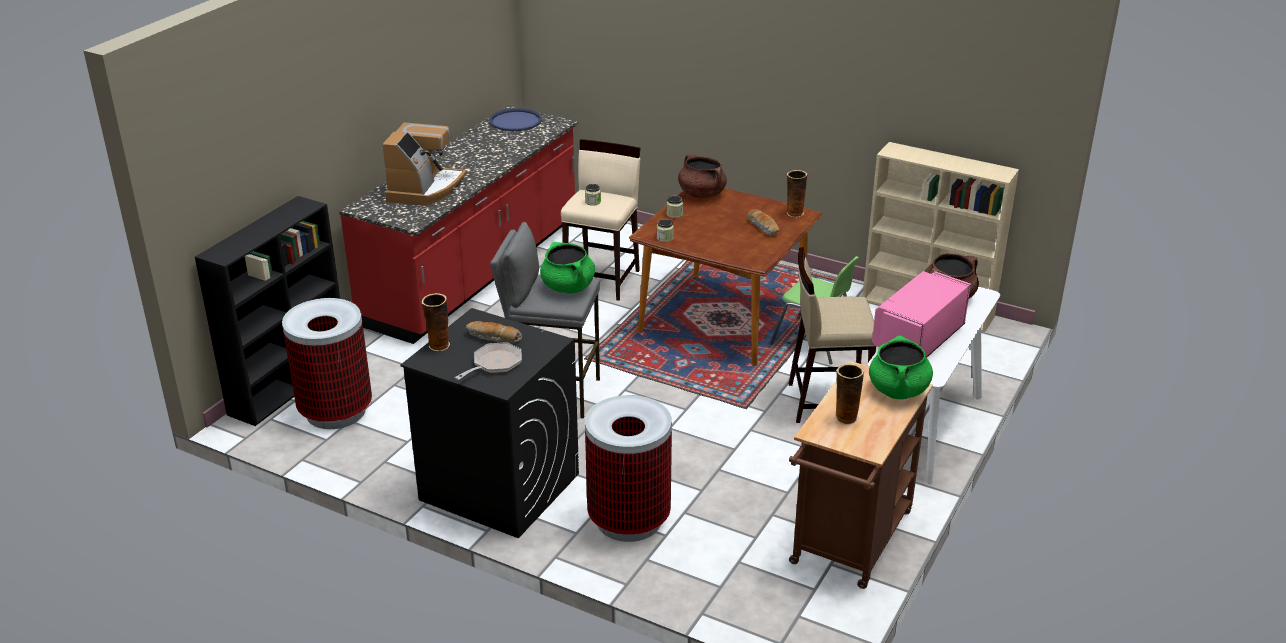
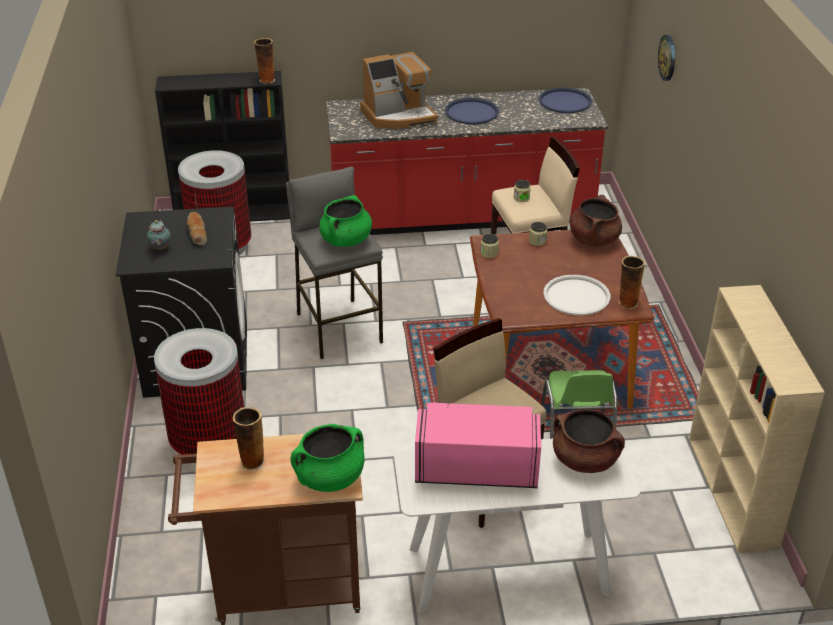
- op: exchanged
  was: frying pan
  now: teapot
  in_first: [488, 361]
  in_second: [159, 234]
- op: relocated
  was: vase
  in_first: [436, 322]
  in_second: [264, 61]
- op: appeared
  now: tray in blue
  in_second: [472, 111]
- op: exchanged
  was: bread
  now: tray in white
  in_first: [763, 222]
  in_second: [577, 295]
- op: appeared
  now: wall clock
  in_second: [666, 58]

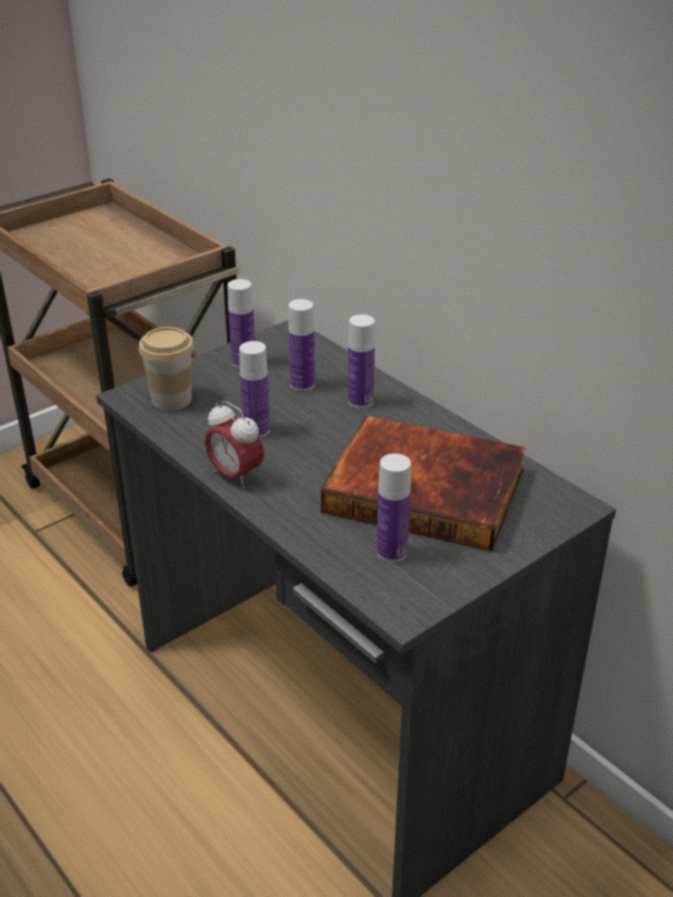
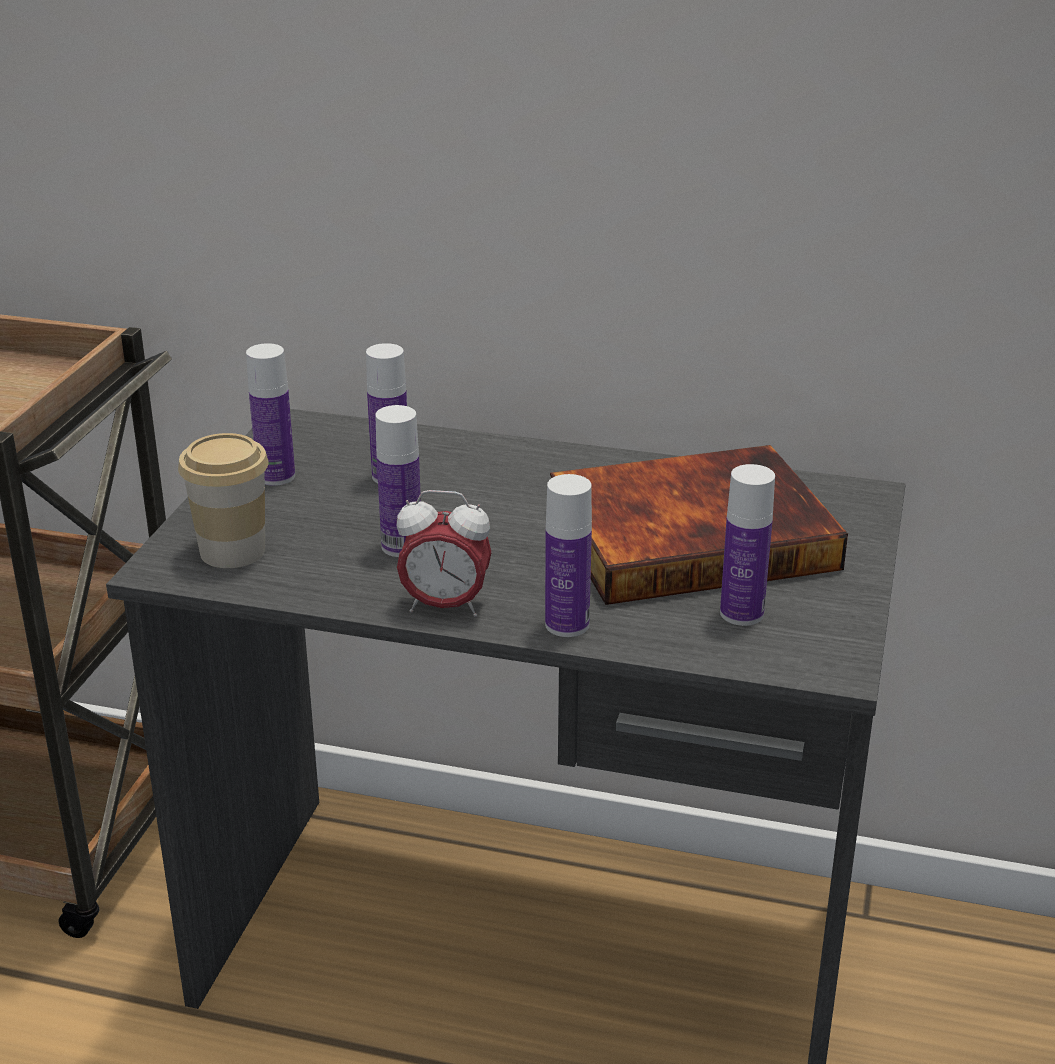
- op: relocated
  was: bottle
  in_first: [361, 361]
  in_second: [568, 555]

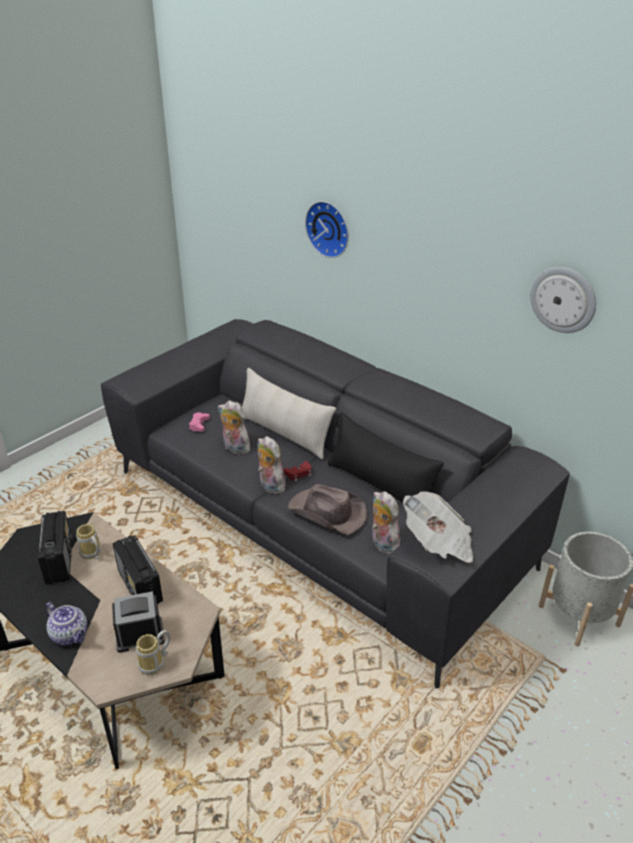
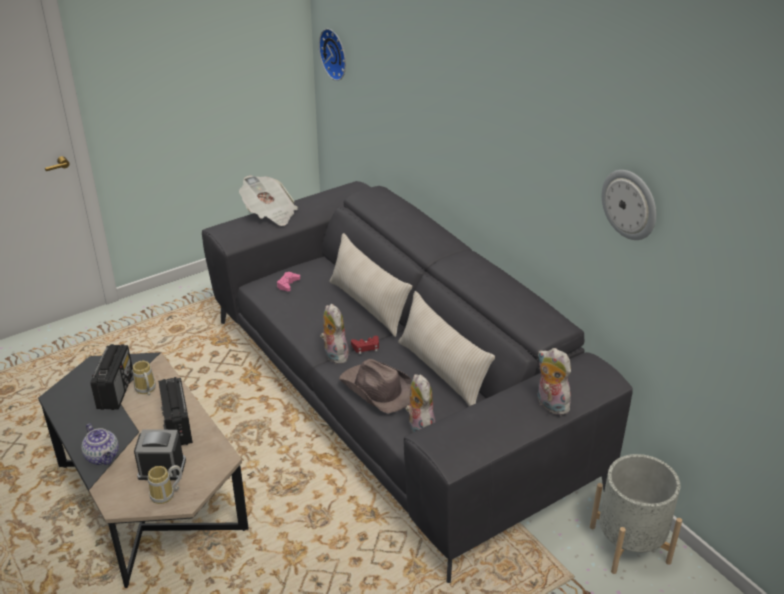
- op: relocated
  was: newspaper
  in_first: [438, 527]
  in_second: [268, 200]
- op: relocated
  was: wall clock
  in_first: [327, 229]
  in_second: [332, 55]
- op: colour
  was: pillow in black
  now: pillow in beige
  in_first: [385, 457]
  in_second: [446, 348]
- op: relocated
  was: plush toy
  in_first: [234, 427]
  in_second: [554, 381]

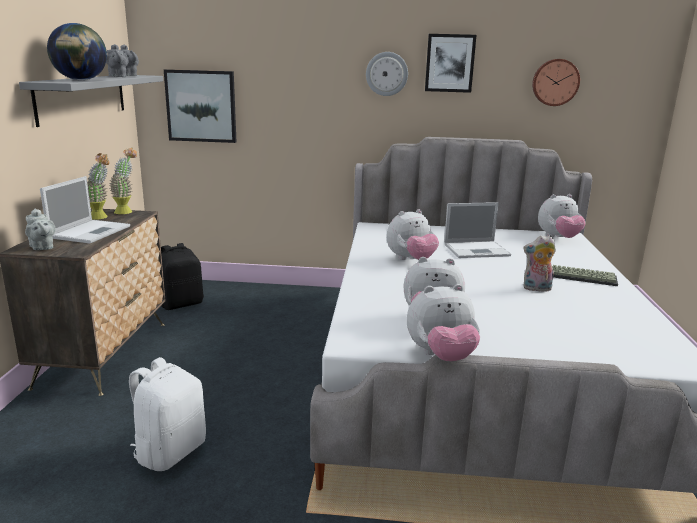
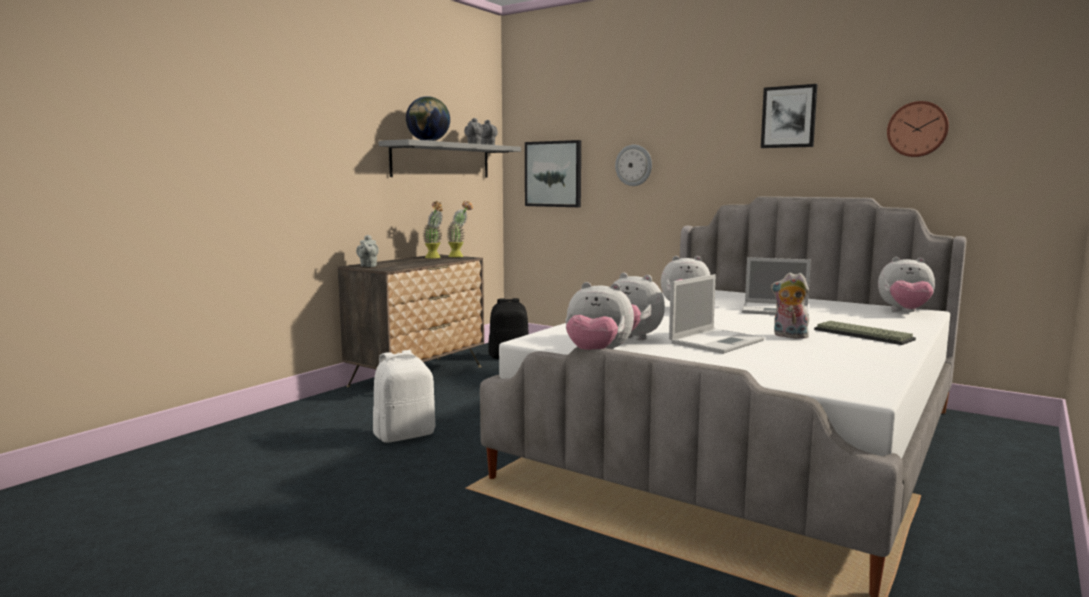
- op: relocated
  was: wall clock
  in_first: [387, 74]
  in_second: [633, 165]
- op: relocated
  was: laptop
  in_first: [85, 209]
  in_second: [716, 314]

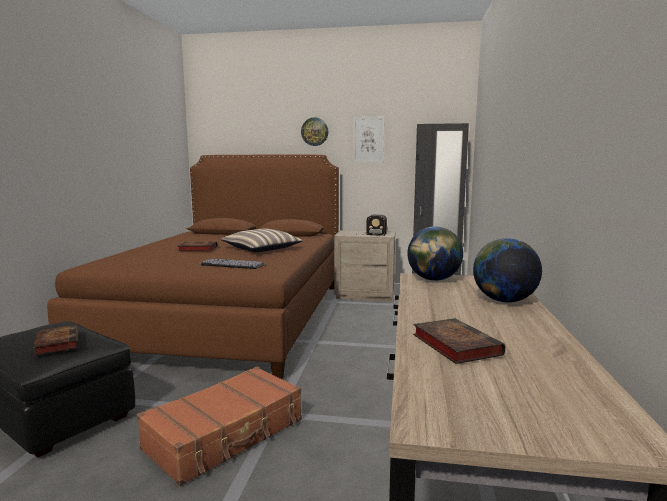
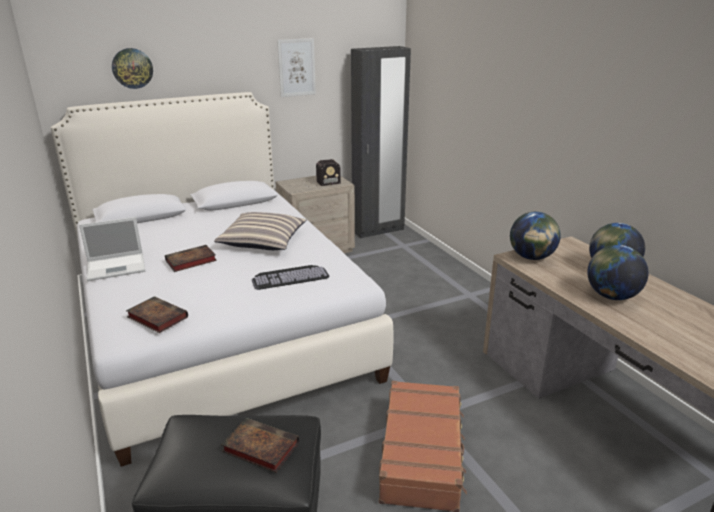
- op: colour
  was: bed in brown
  now: bed in white
  in_first: [193, 267]
  in_second: [222, 279]
- op: appeared
  now: laptop
  in_second: [112, 249]
- op: relocated
  was: wall clock
  in_first: [314, 131]
  in_second: [132, 68]
- op: relocated
  was: book
  in_first: [459, 341]
  in_second: [157, 314]
- op: appeared
  now: globe
  in_second: [618, 272]

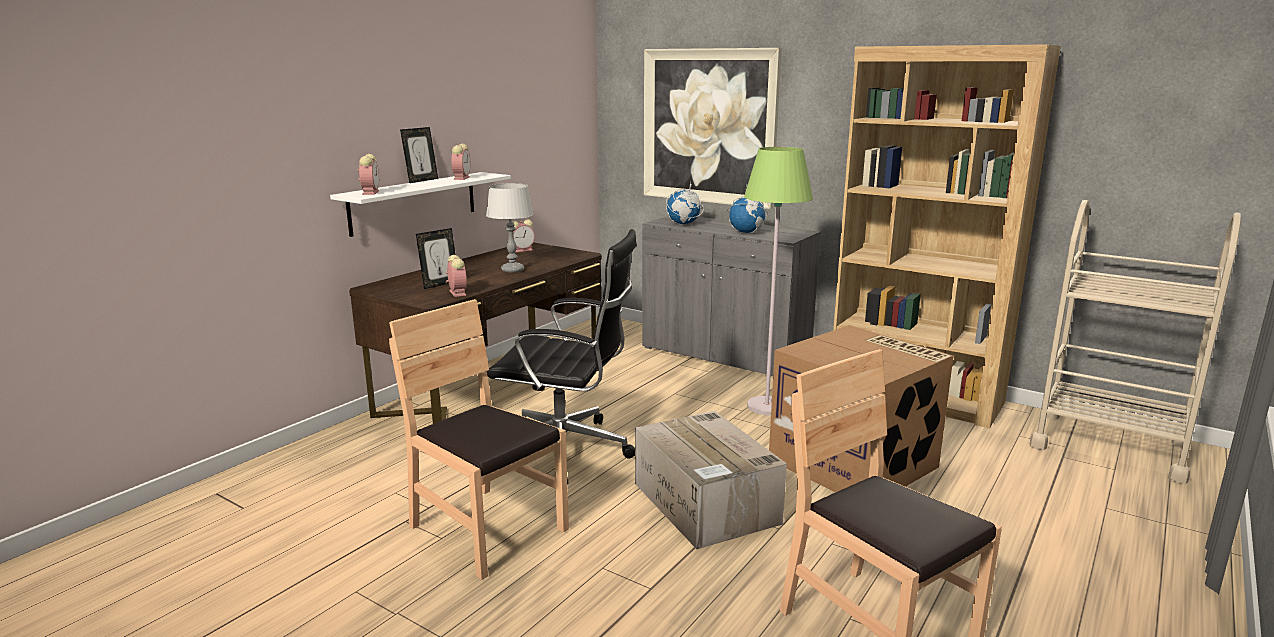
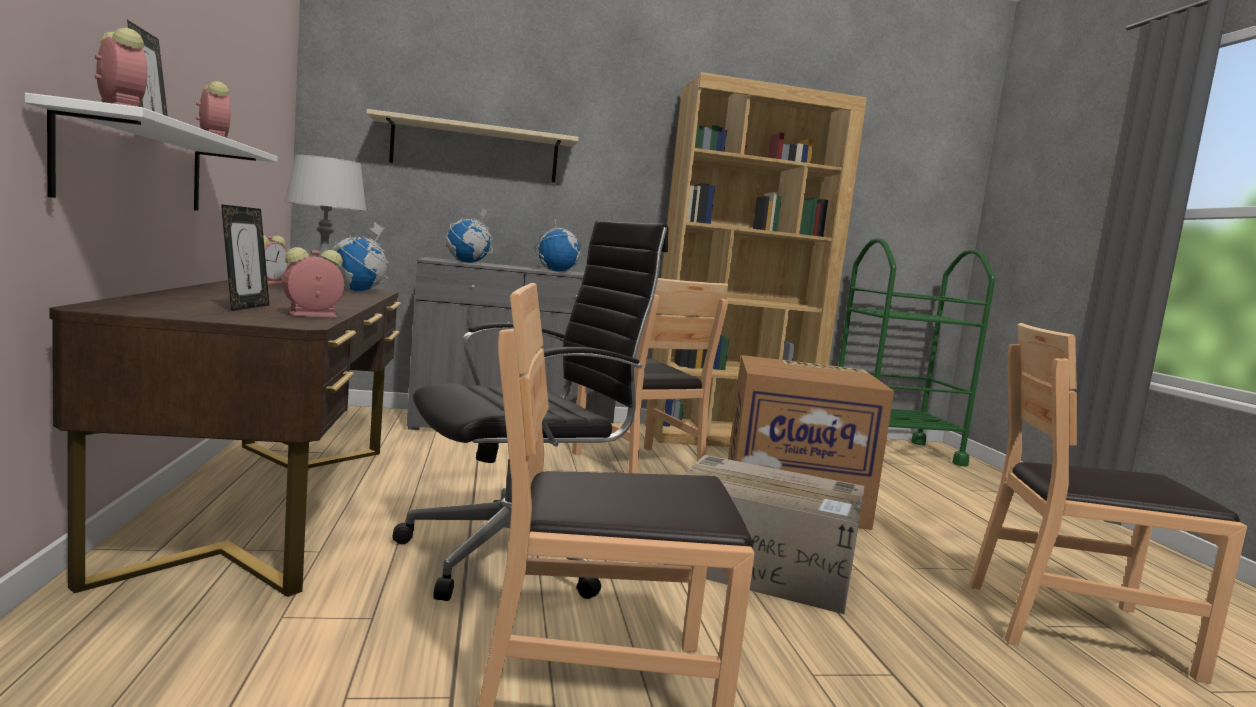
- op: spun
  was: alarm clock
  in_first: [456, 276]
  in_second: [313, 282]
  clockwise: -60
- op: appeared
  now: globe
  in_second: [360, 256]
- op: exchanged
  was: picture
  now: shelf in beige
  in_first: [713, 128]
  in_second: [473, 146]
- op: exchanged
  was: floor lamp in green
  now: chair in brown
  in_first: [778, 281]
  in_second: [650, 375]
- op: colour
  was: cart in beige
  now: cart in green
  in_first: [1135, 342]
  in_second: [916, 352]

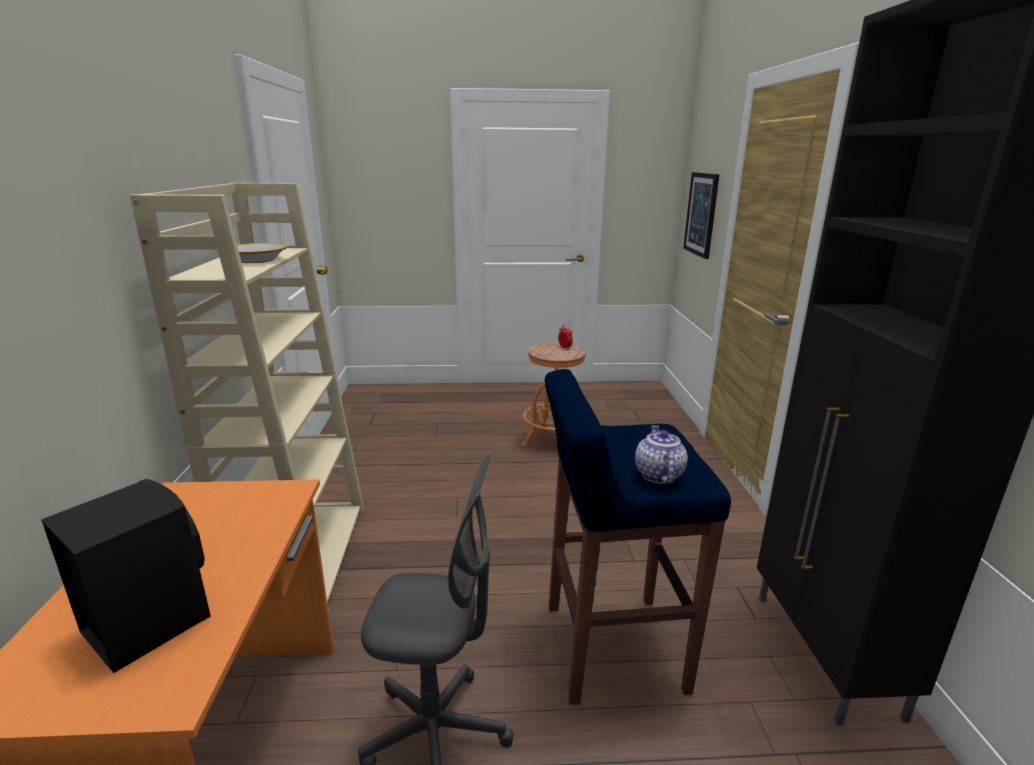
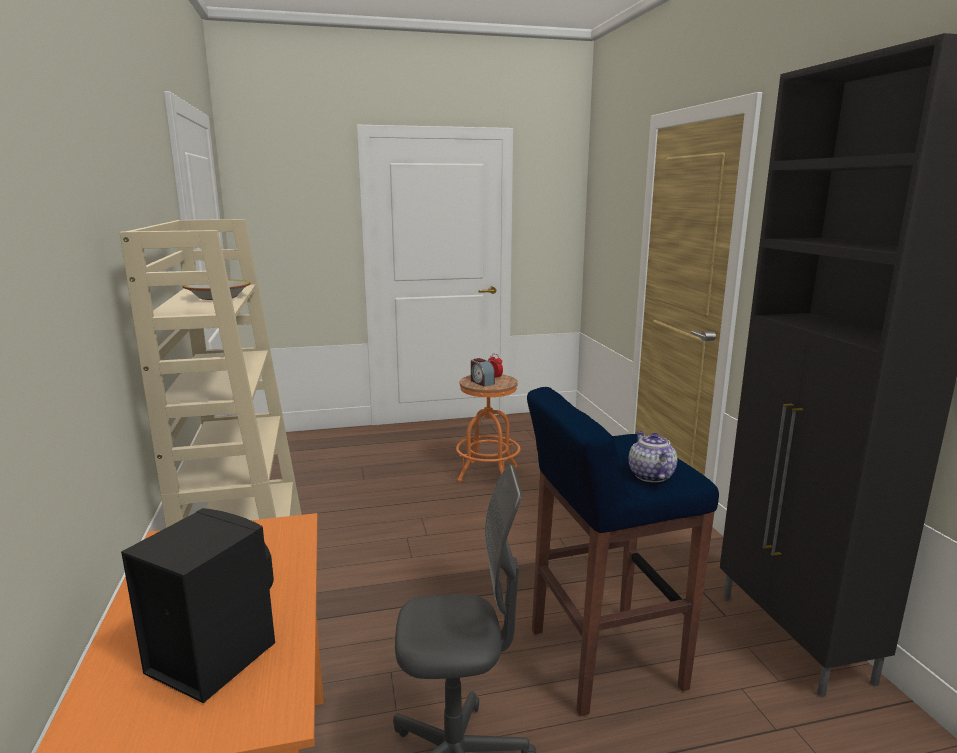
- op: appeared
  now: alarm clock
  in_second: [483, 372]
- op: missing
  was: picture
  in_first: [701, 215]

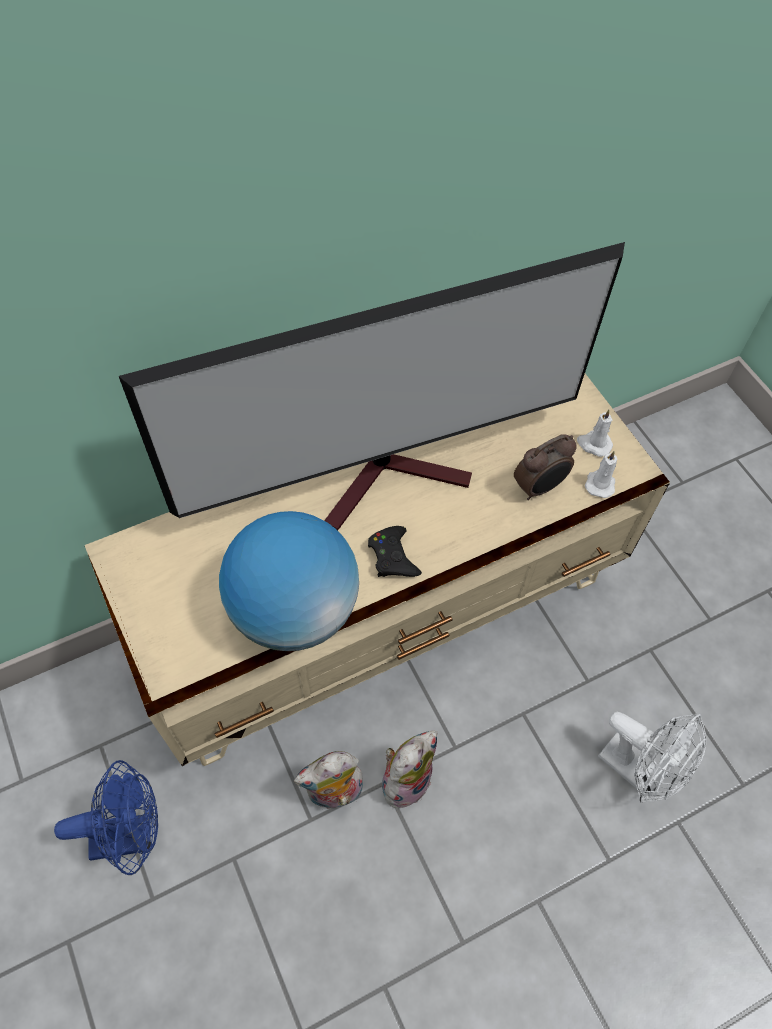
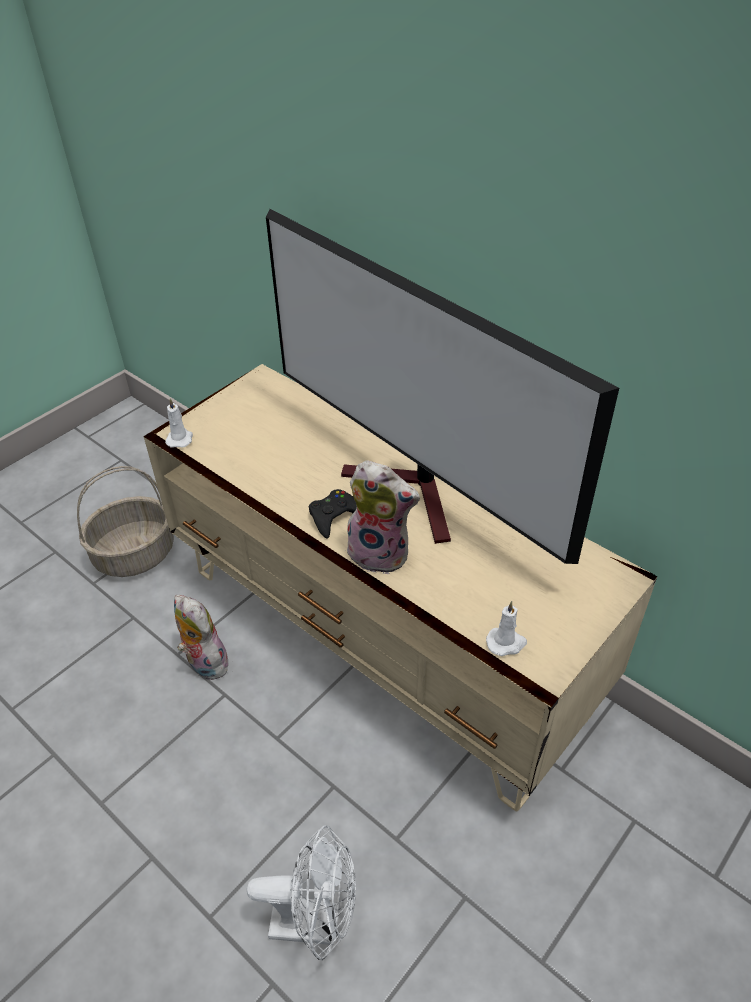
- op: exchanged
  was: fan in blue
  now: basket
  in_first: [106, 817]
  in_second: [125, 521]
- op: relocated
  was: candle in white
  in_first: [595, 433]
  in_second: [179, 423]
- op: spun
  was: fan in white
  in_first: [652, 757]
  in_second: [301, 892]
  clockwise: -105
- op: relocated
  was: plush toy
  in_first: [409, 770]
  in_second: [383, 517]
- op: missing
  was: globe
  in_first: [289, 581]
- op: missing
  was: alarm clock
  in_first: [545, 467]

